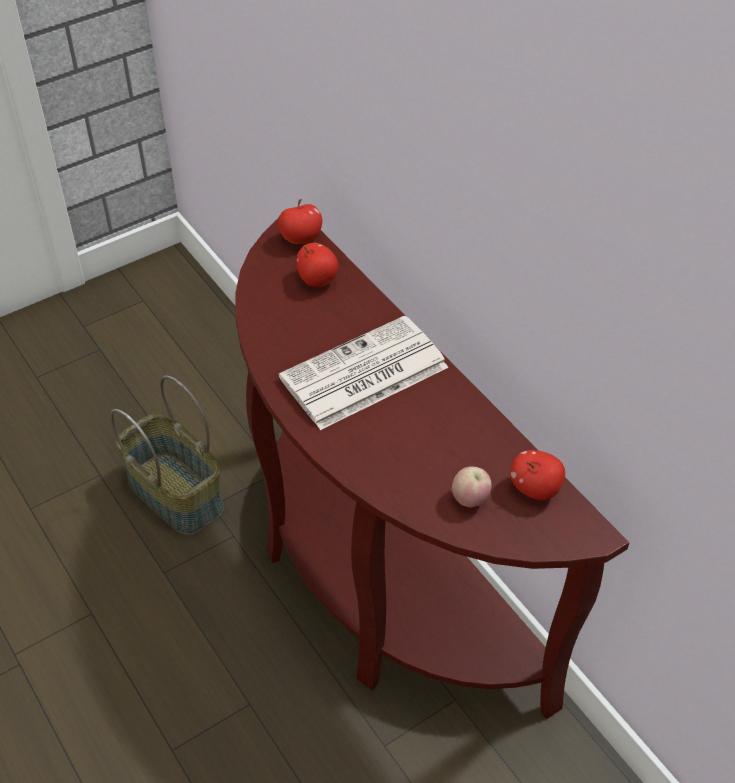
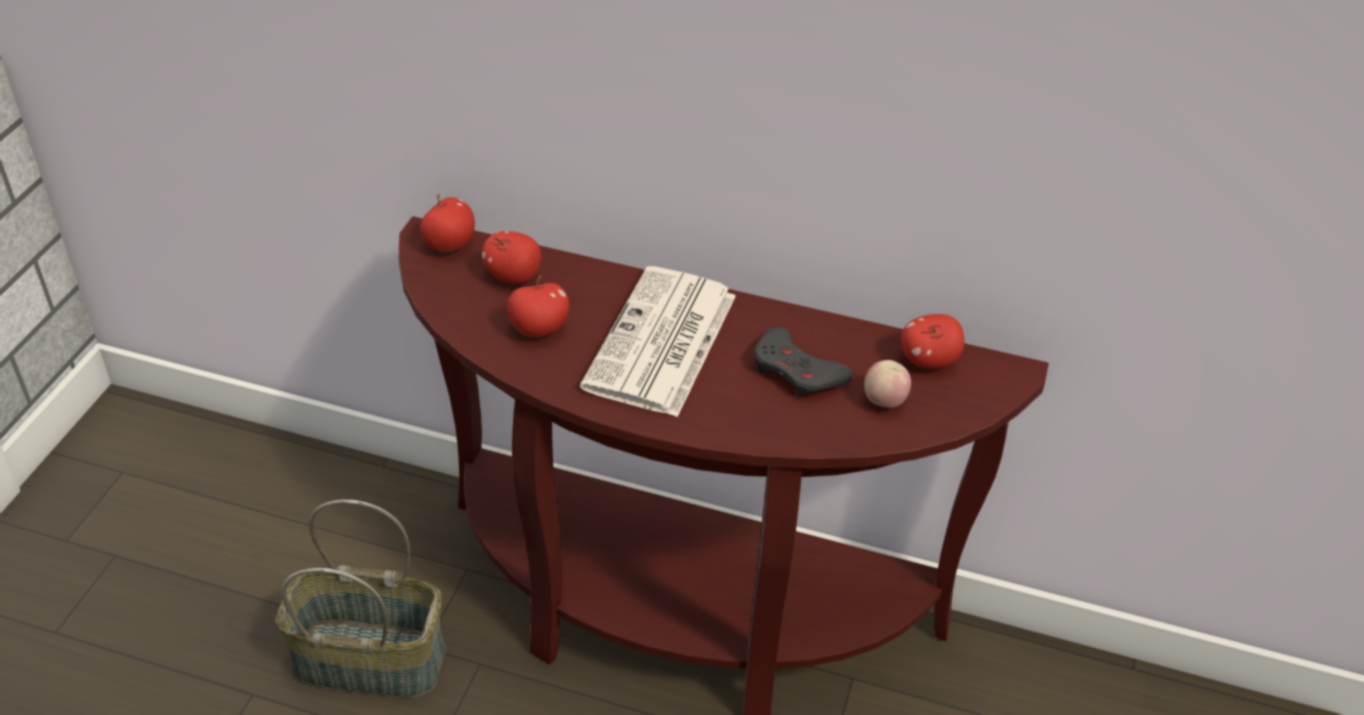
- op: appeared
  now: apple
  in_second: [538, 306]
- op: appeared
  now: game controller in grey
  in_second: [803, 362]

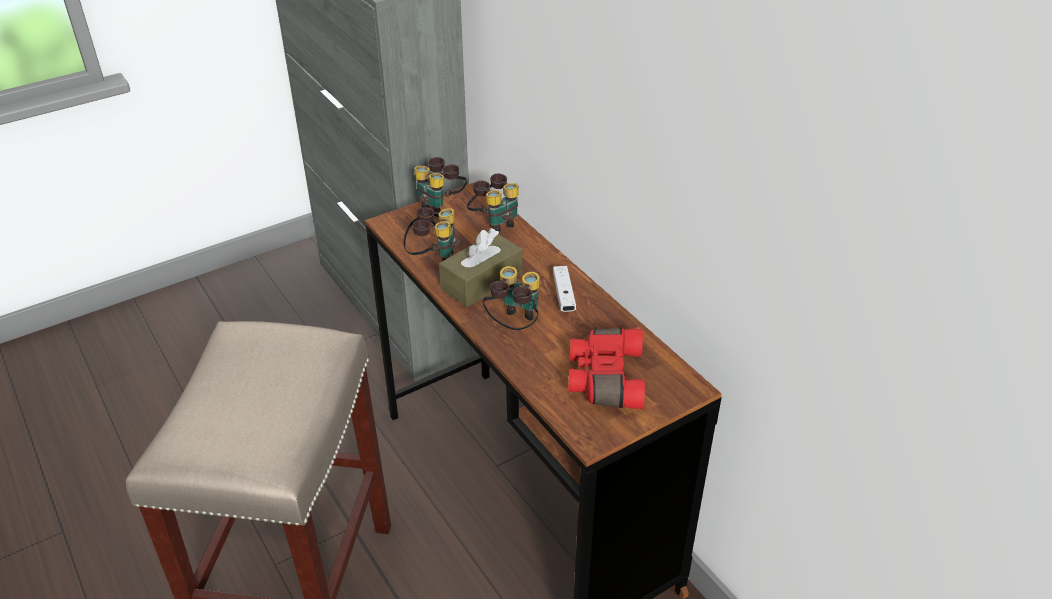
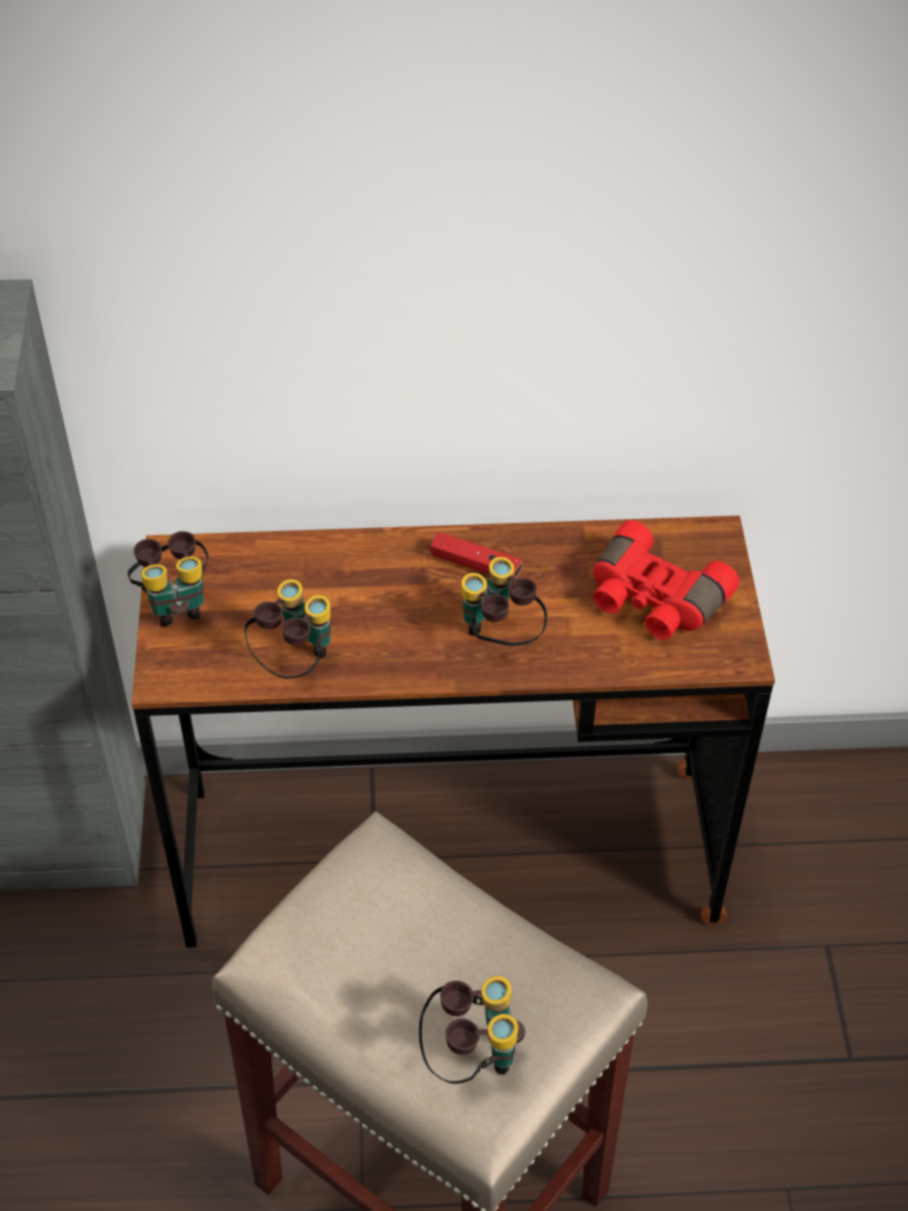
- op: relocated
  was: binoculars
  in_first: [493, 203]
  in_second: [472, 1030]
- op: colour
  was: game controller in white
  now: game controller in red
  in_first: [564, 289]
  in_second: [476, 555]
- op: missing
  was: tissue box in brown
  in_first: [480, 267]

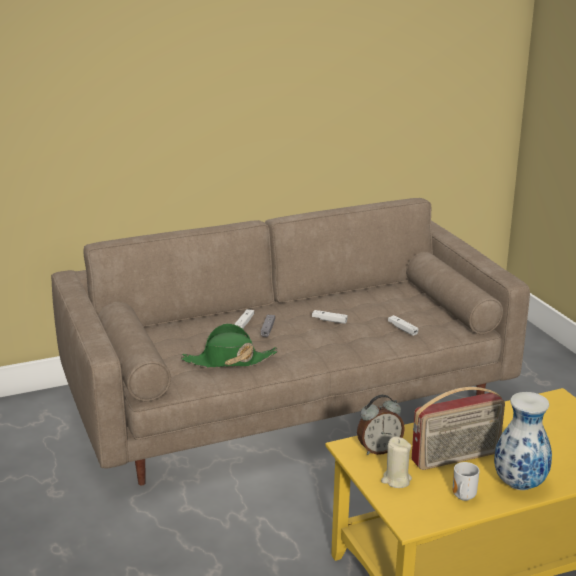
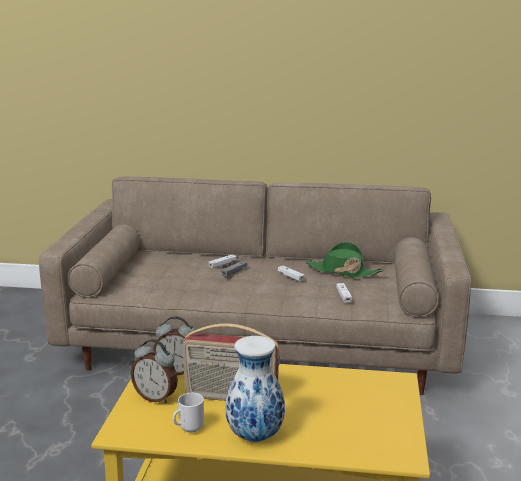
- op: exchanged
  was: candle in beige
  now: alarm clock
  in_first: [396, 462]
  in_second: [154, 371]
- op: relocated
  was: hat in green
  in_first: [229, 345]
  in_second: [344, 260]

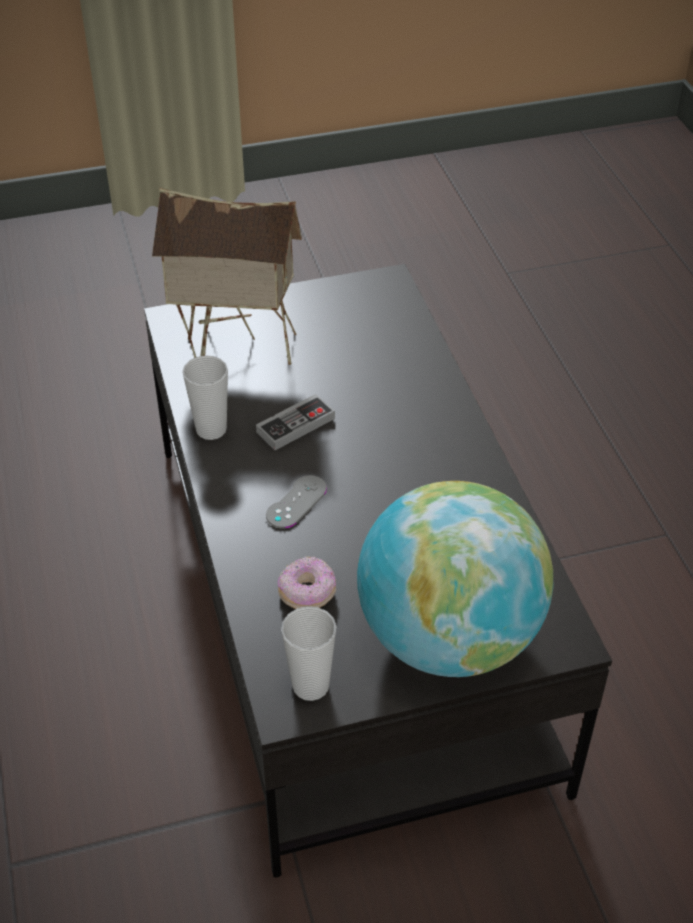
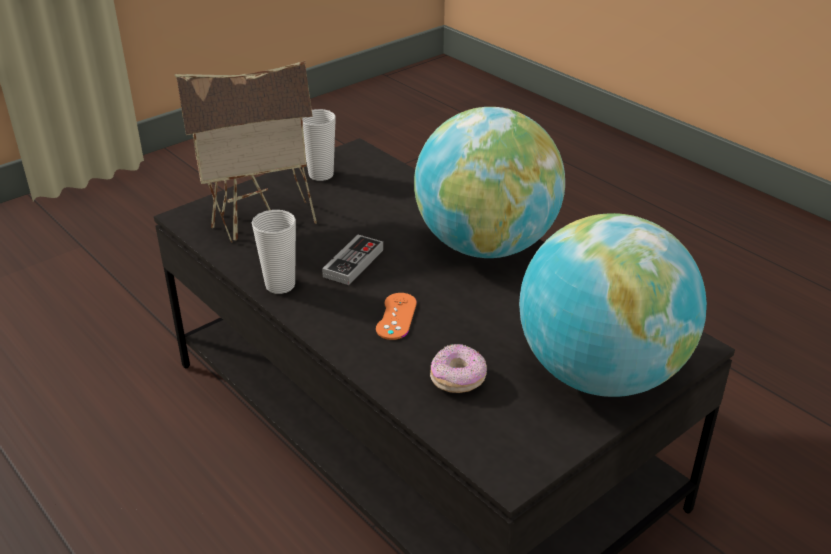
- op: relocated
  was: cup
  in_first: [308, 653]
  in_second: [319, 145]
- op: colour
  was: game controller in grey
  now: game controller in orange
  in_first: [296, 501]
  in_second: [396, 316]
- op: appeared
  now: globe
  in_second: [489, 182]

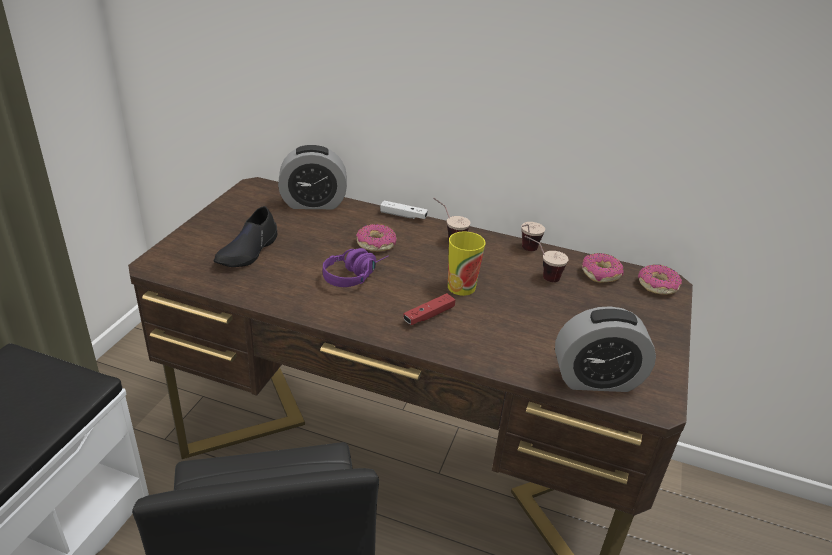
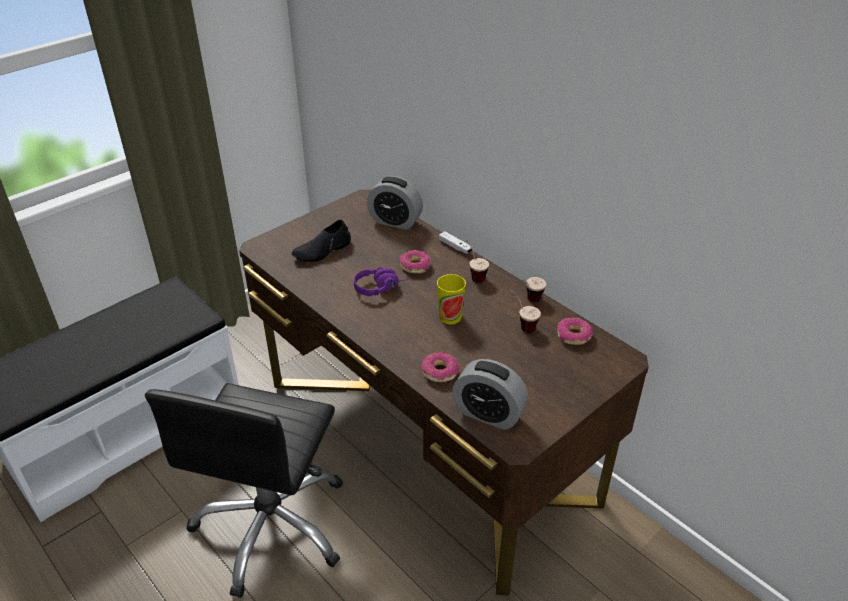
- op: relocated
  was: donut
  in_first: [660, 280]
  in_second: [440, 367]
- op: missing
  was: game controller in red
  in_first: [429, 309]

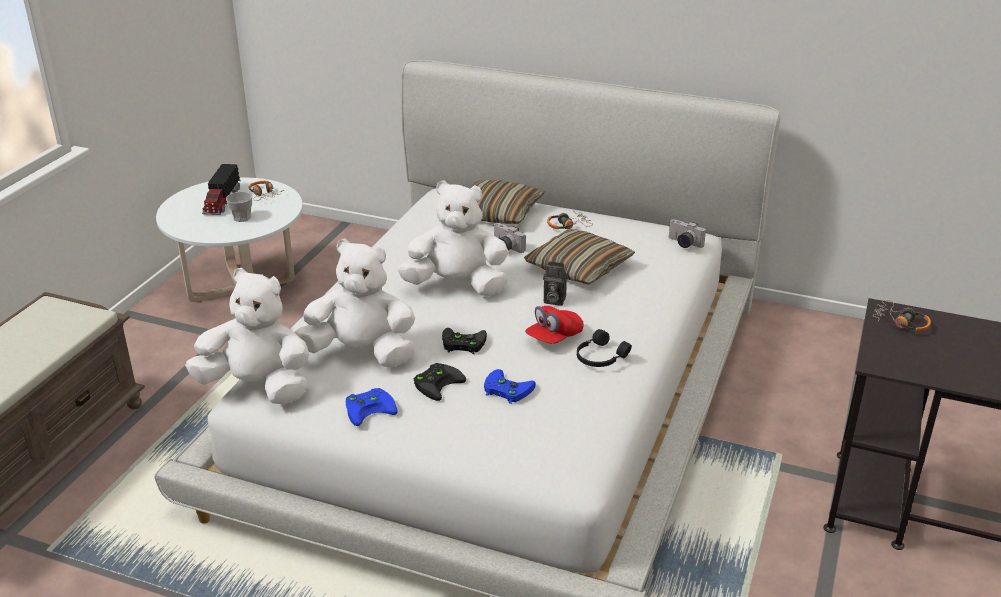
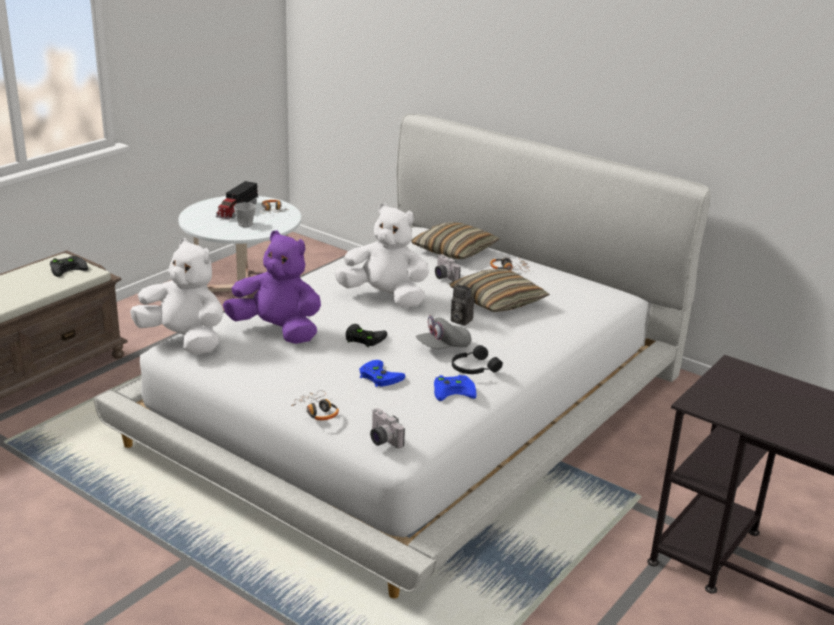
- op: relocated
  was: game controller in black
  in_first: [440, 382]
  in_second: [69, 266]
- op: colour
  was: plush toy in white
  now: plush toy in purple
  in_first: [354, 303]
  in_second: [272, 287]
- op: relocated
  was: headphones
  in_first: [902, 316]
  in_second: [315, 405]
- op: relocated
  was: photo camera
  in_first: [687, 233]
  in_second: [387, 428]
- op: colour
  was: cap in red
  now: cap in grey
  in_first: [554, 325]
  in_second: [443, 332]
- op: relocated
  was: game controller in blue
  in_first: [372, 407]
  in_second: [455, 388]

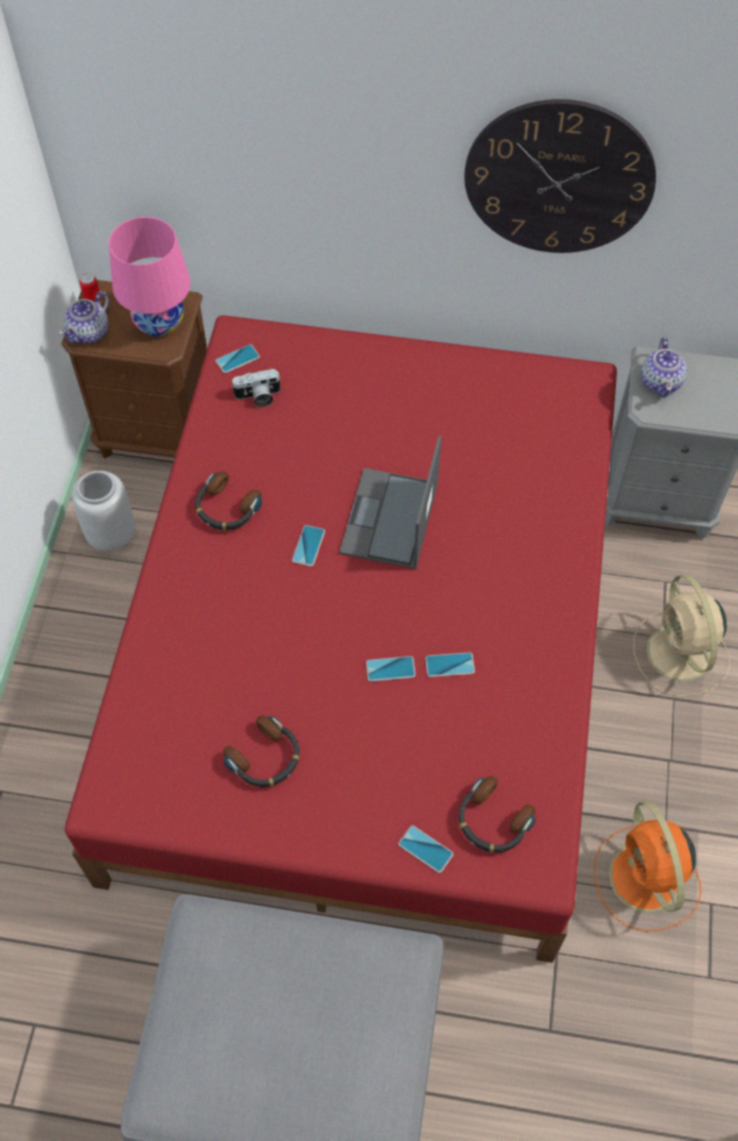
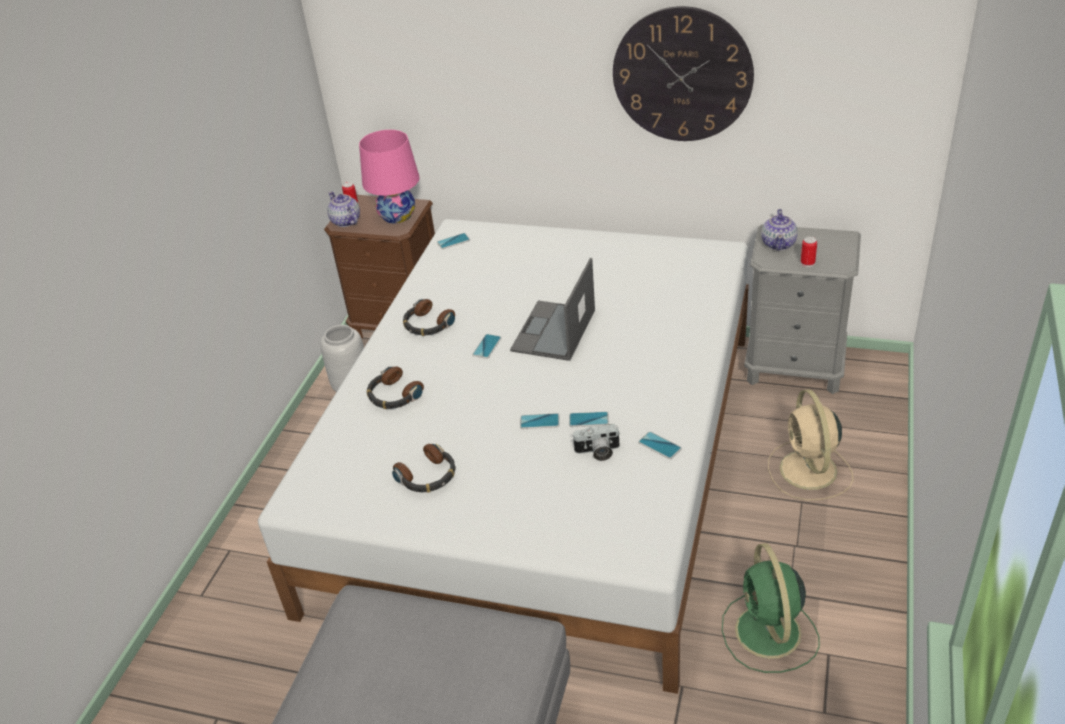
- op: colour
  was: bed in red
  now: bed in white
  in_first: [341, 639]
  in_second: [503, 456]
- op: spun
  was: teapot
  in_first: [84, 317]
  in_second: [343, 209]
  clockwise: 105
- op: relocated
  was: headphones
  in_first: [497, 814]
  in_second: [395, 387]
- op: relocated
  was: photo camera
  in_first: [256, 388]
  in_second: [596, 442]
- op: relocated
  was: phone
  in_first: [425, 849]
  in_second: [660, 445]
- op: colour
  was: fan in orange
  now: fan in green
  in_first: [647, 866]
  in_second: [771, 608]
- op: appeared
  now: can
  in_second: [809, 251]

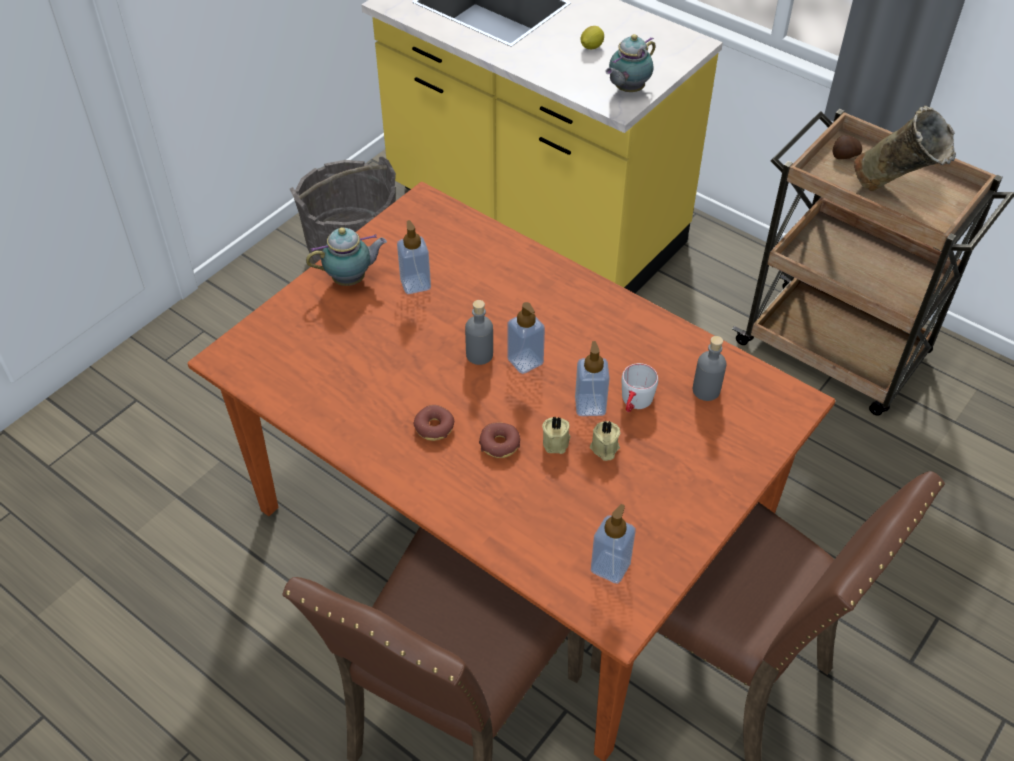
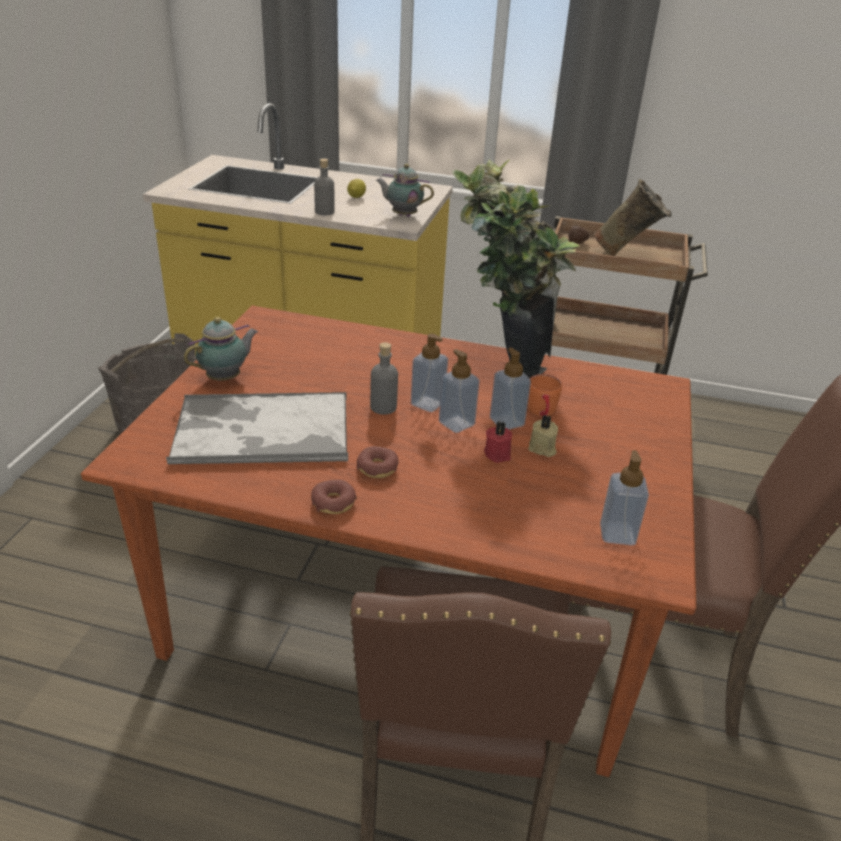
- op: appeared
  now: tray
  in_second: [257, 428]
- op: relocated
  was: donut
  in_first: [499, 440]
  in_second: [334, 497]
- op: relocated
  was: bottle in grey
  in_first: [710, 368]
  in_second: [324, 187]
- op: spun
  was: teapot
  in_first: [630, 63]
  in_second: [405, 190]
  clockwise: 90
- op: relocated
  was: soap dispenser
  in_first: [414, 257]
  in_second: [459, 391]
- op: appeared
  now: potted plant
  in_second: [516, 268]
- op: colour
  was: candle in beige
  now: candle in red
  in_first: [556, 435]
  in_second: [498, 442]
- op: colour
  was: mug in grey
  now: mug in orange
  in_first: [639, 387]
  in_second: [544, 395]

